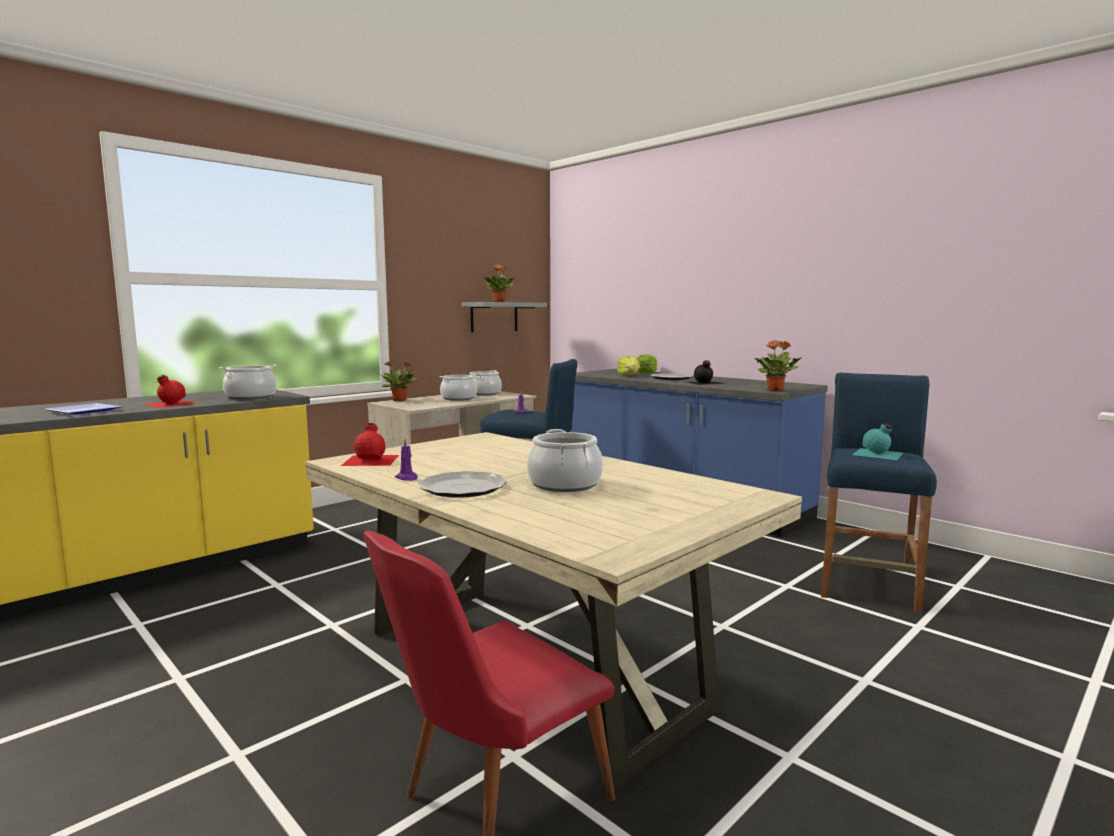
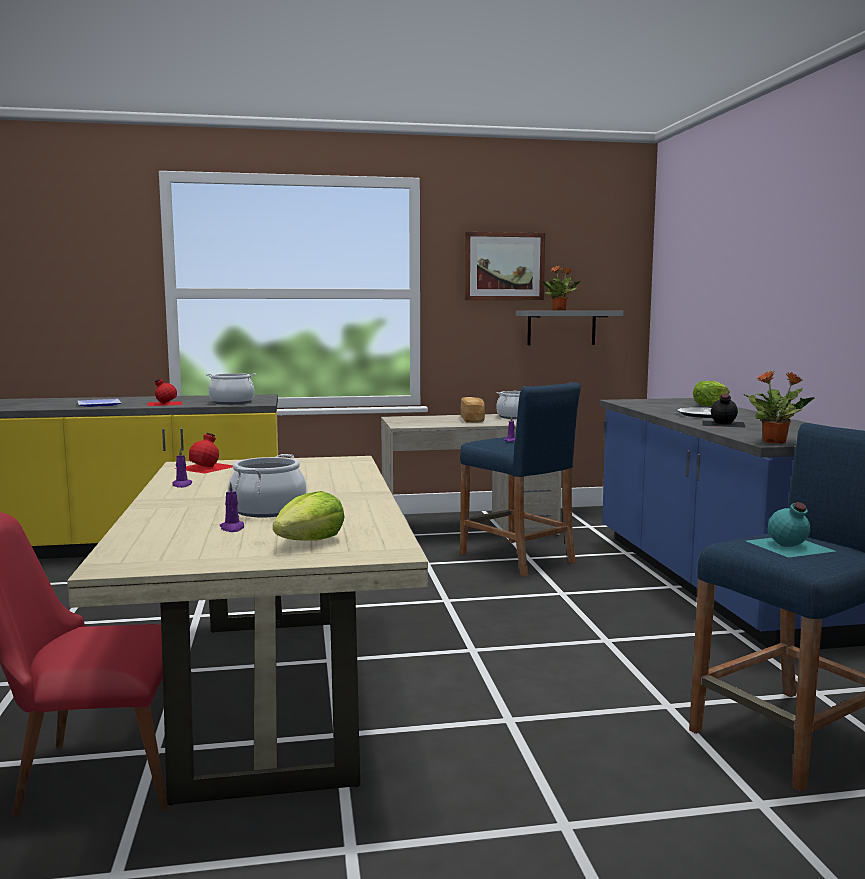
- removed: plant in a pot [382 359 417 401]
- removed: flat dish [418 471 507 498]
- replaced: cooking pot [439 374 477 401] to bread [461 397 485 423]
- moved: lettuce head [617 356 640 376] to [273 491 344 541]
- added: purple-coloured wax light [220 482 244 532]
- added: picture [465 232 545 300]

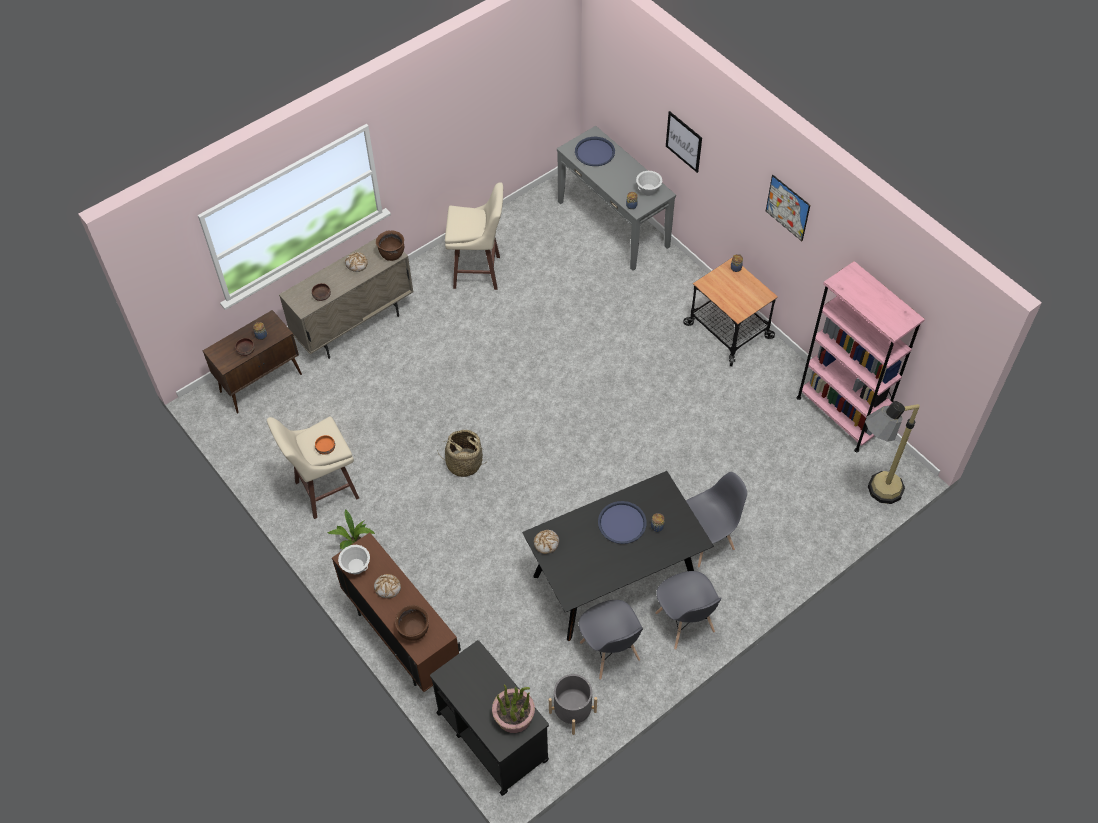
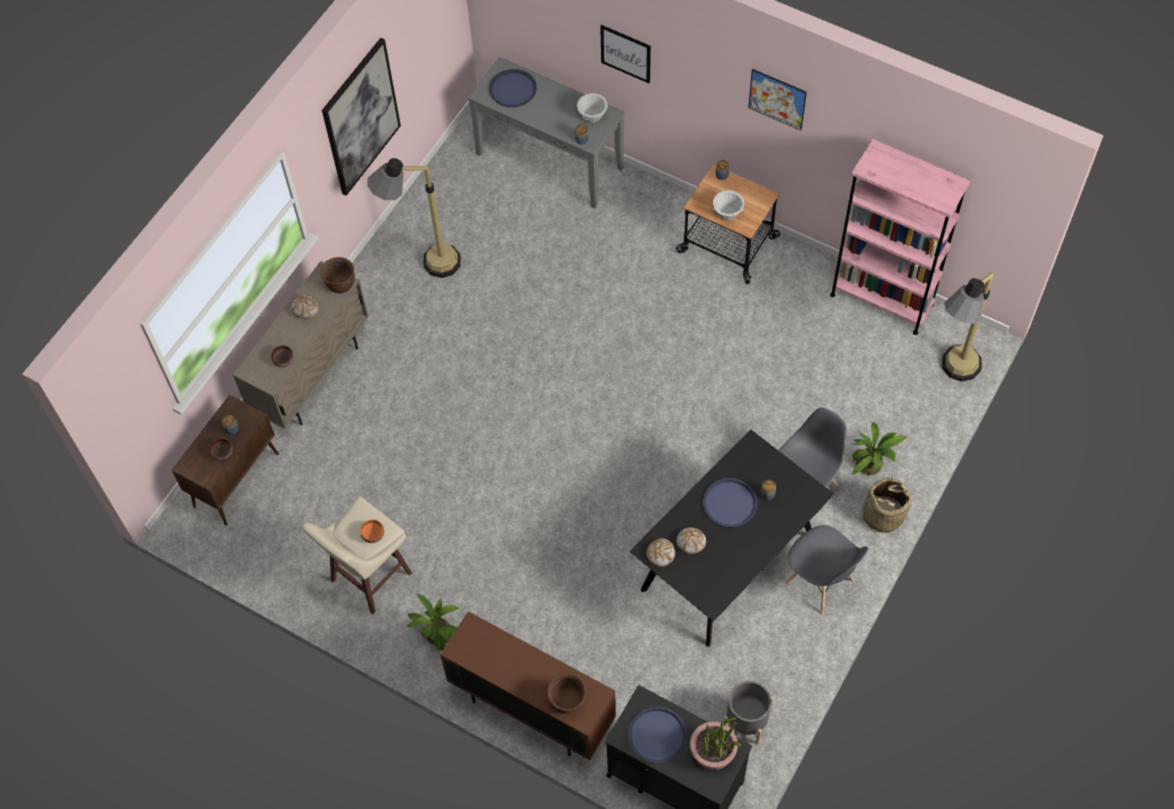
- moved: white serving bowl [338 545 370 574] to [713 190 744 220]
- moved: bread [374 574 401 598] to [676 527 706 554]
- moved: basket [437 430 485 477] to [854 478 912 533]
- replaced: beige-coloured stool [445 182 503 290] to standard lamp [367 158 461 278]
- removed: greyish chair [579 600 643 680]
- added: picture [322 38 401 196]
- added: blue serving tray [628 706 687 763]
- added: plant in a pot [851 422 908 475]

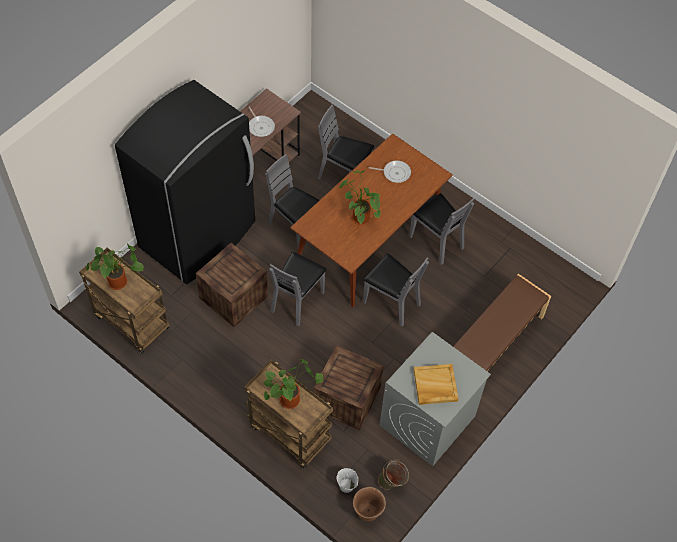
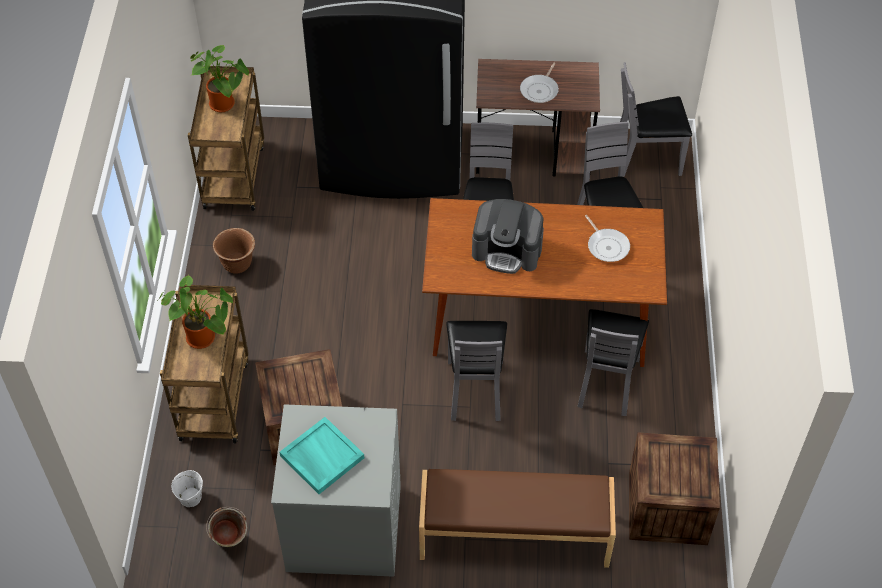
- moved: packing crate [196 243 268 327] to [629 433 720 545]
- moved: greyish chair [269 252 327 327] to [620 62 692 177]
- replaced: plant in a pot [339 170 381 225] to coffee machine [472 199 544 274]
- moved: brown-coloured planter [353 487 386 521] to [213 228 255 274]
- recoloured: beige-coloured serving tray [413 364 459 405] to turquoise-coloured serving tray [280 417 364 494]

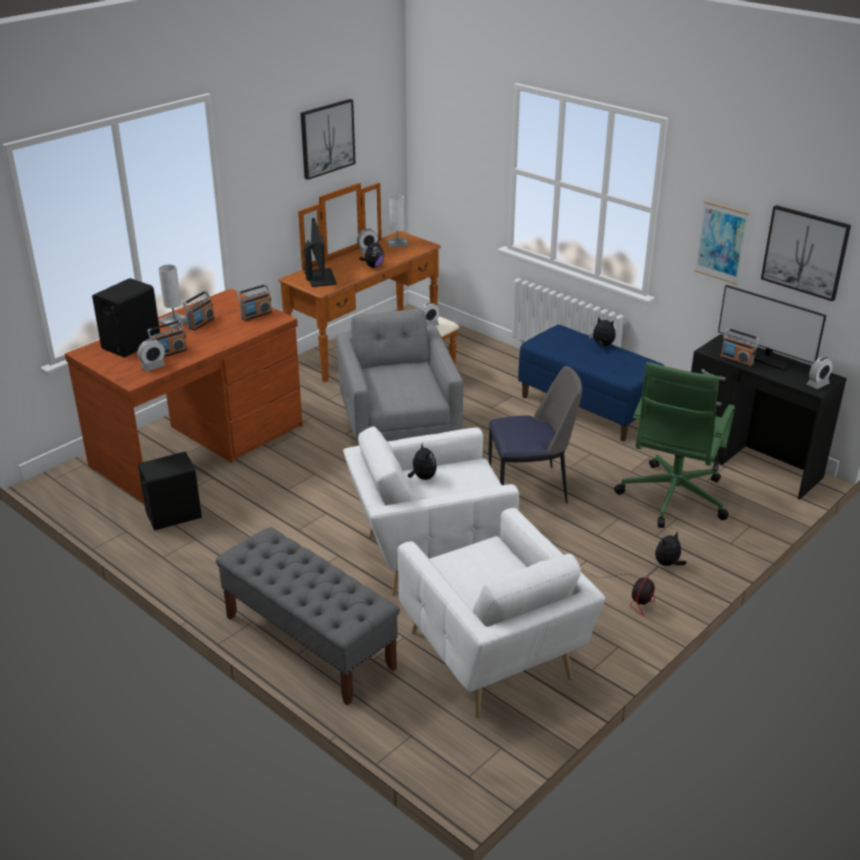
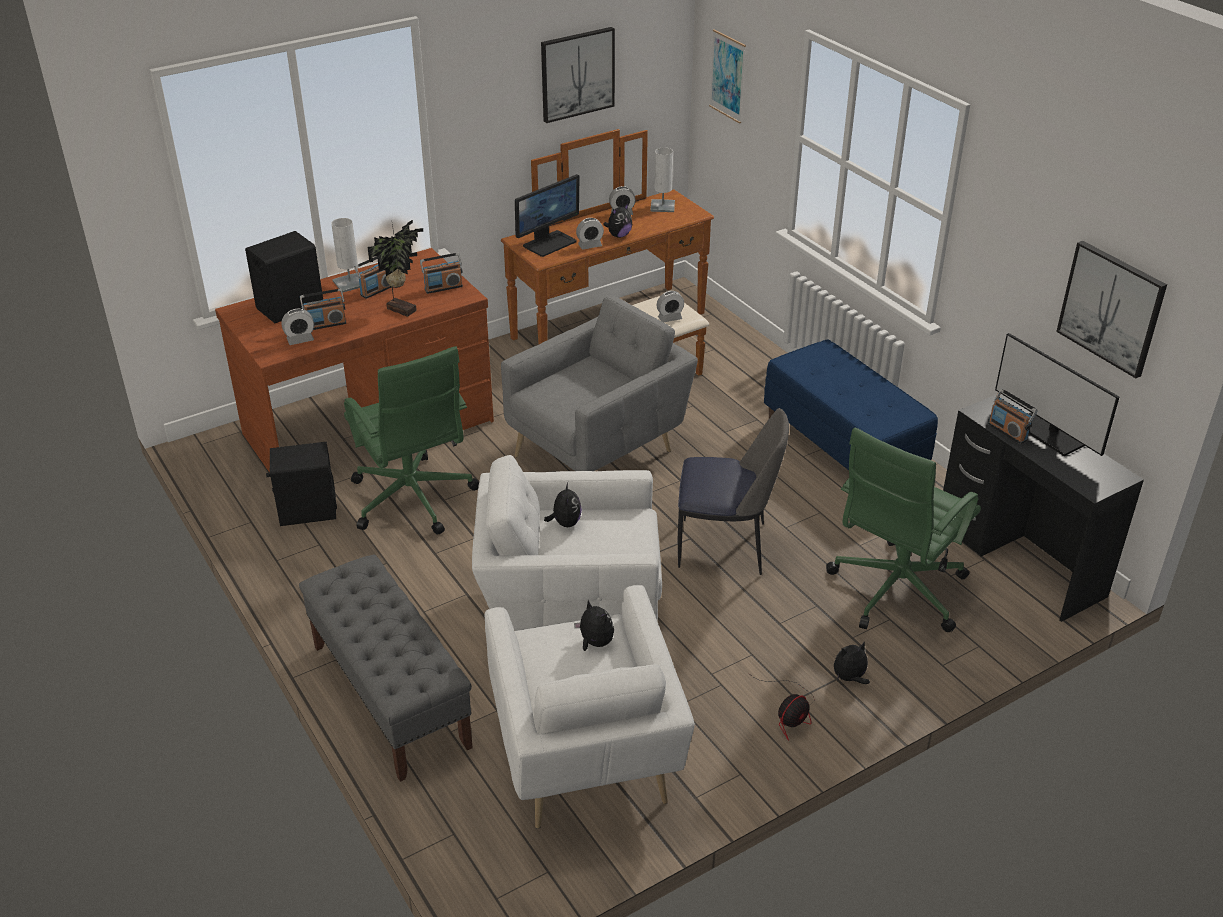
- turned: computer display [304 218 337 287] = [515 174 580 257] 45 degrees clockwise
- turned: greyish lounge chair [336 309 463 444] = [501 297 698 471] 45 degrees clockwise
- moved: plush toy [589 317 616 347] to [574 600 614 651]
- moved: picture [694 201 749 285] to [709 29 746 124]
- moved: bedside clock [806 357 833 389] to [576 218 604 249]
- added: green desk chair [344 346 479 535]
- added: plant in a pot [368 218 423 317]

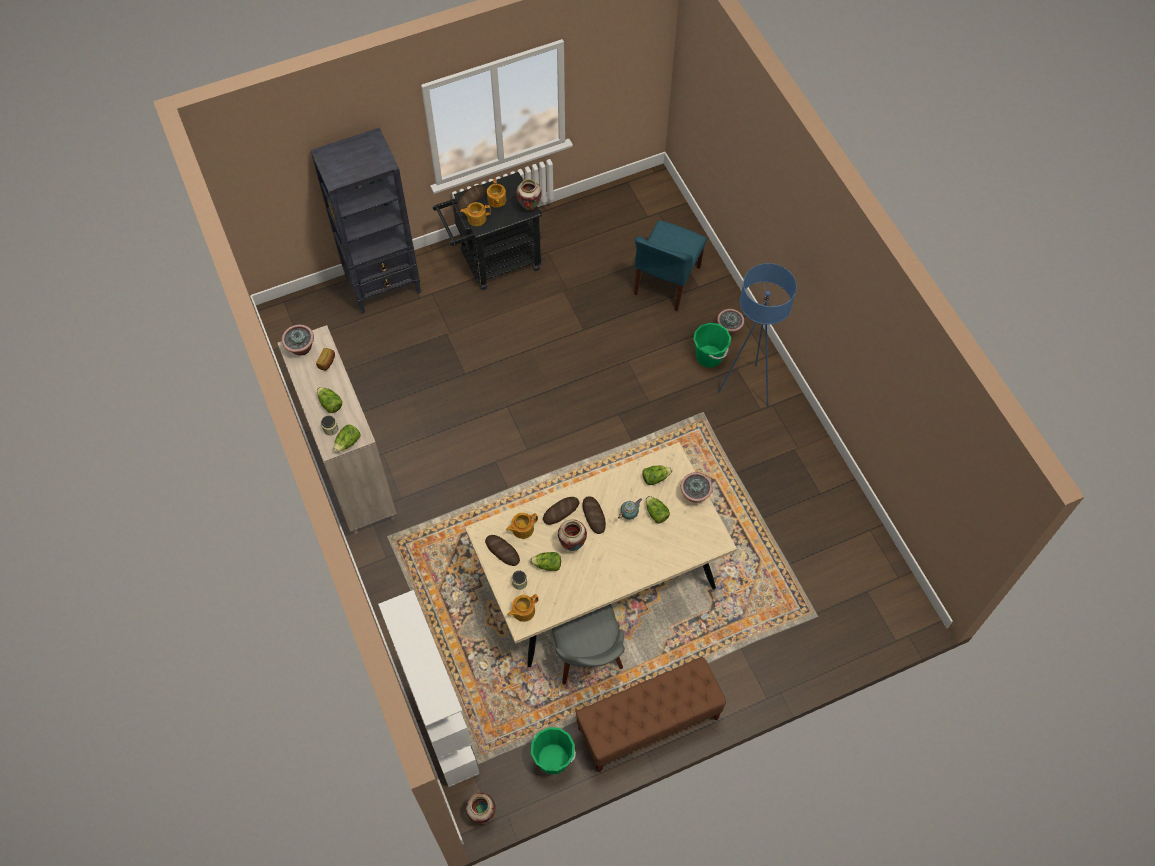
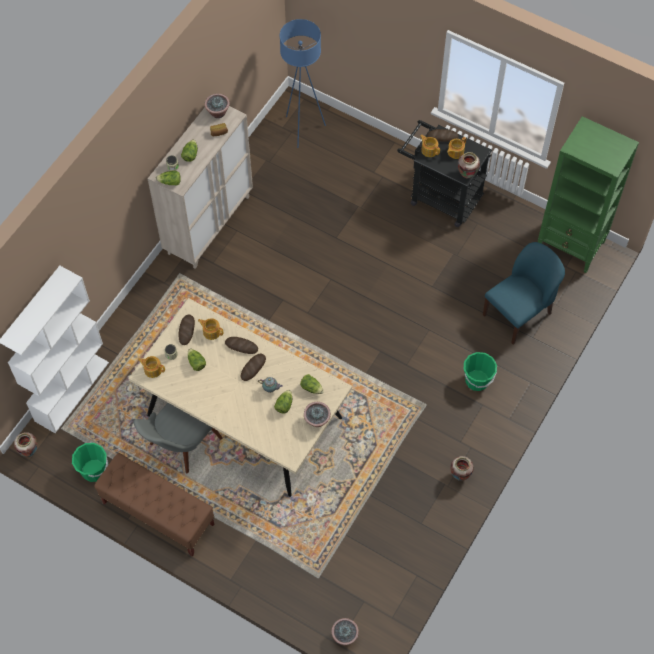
- removed: black-coloured shelving unit [310 127 421 314]
- moved: decorative vase [558 519 587 551] to [450 456 474 481]
- turned: blue chair [634 220 707 311] = [483 242 565 345] 150 degrees clockwise
- moved: plant in a pot [717 309 744 335] to [331 618 359 645]
- moved: blue standard lamp [718 263 797 406] to [280 19 326 148]
- added: green shelving unit [538 116 639 273]

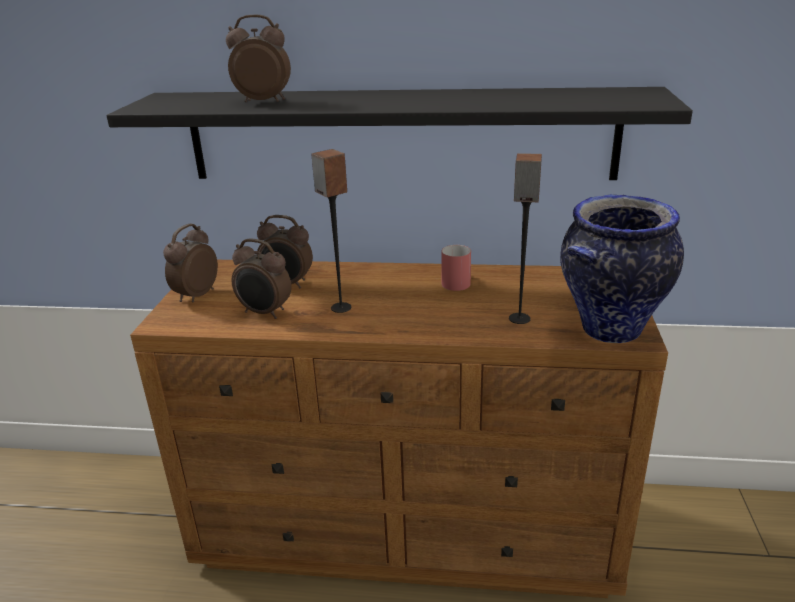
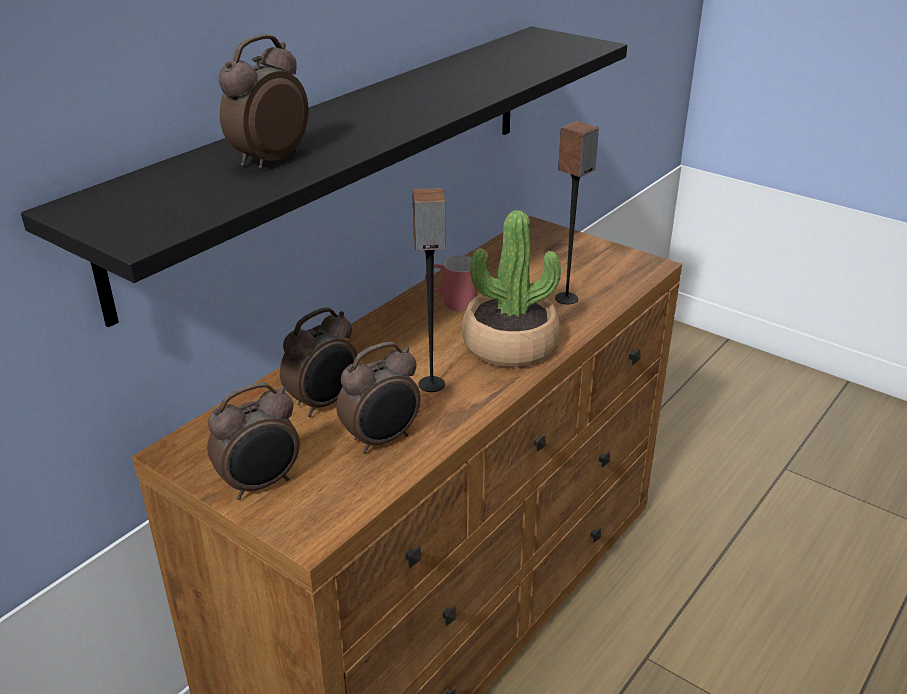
- turned: bedside clock [163 224 218 302] = [207 382 300 500] 90 degrees counterclockwise
- removed: decorative vase [560 195 684 343]
- added: plant in a pot [462 210 561 367]

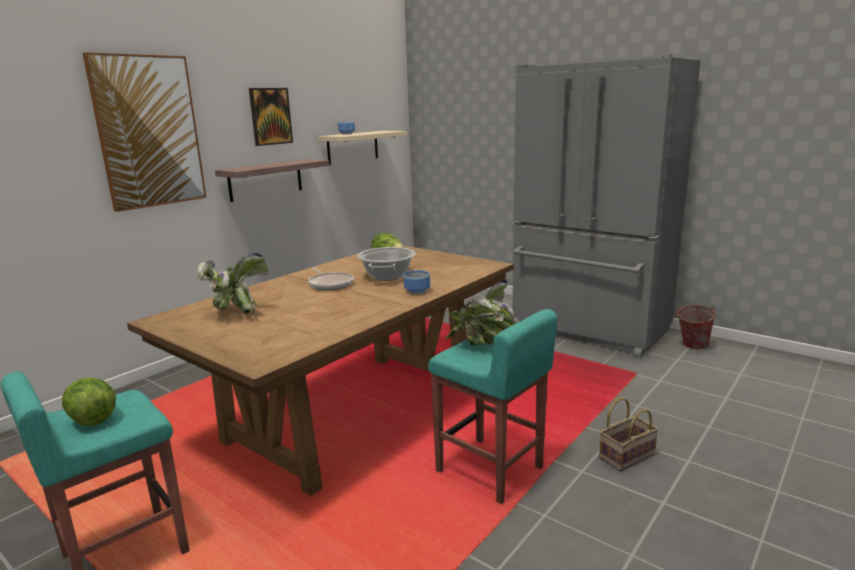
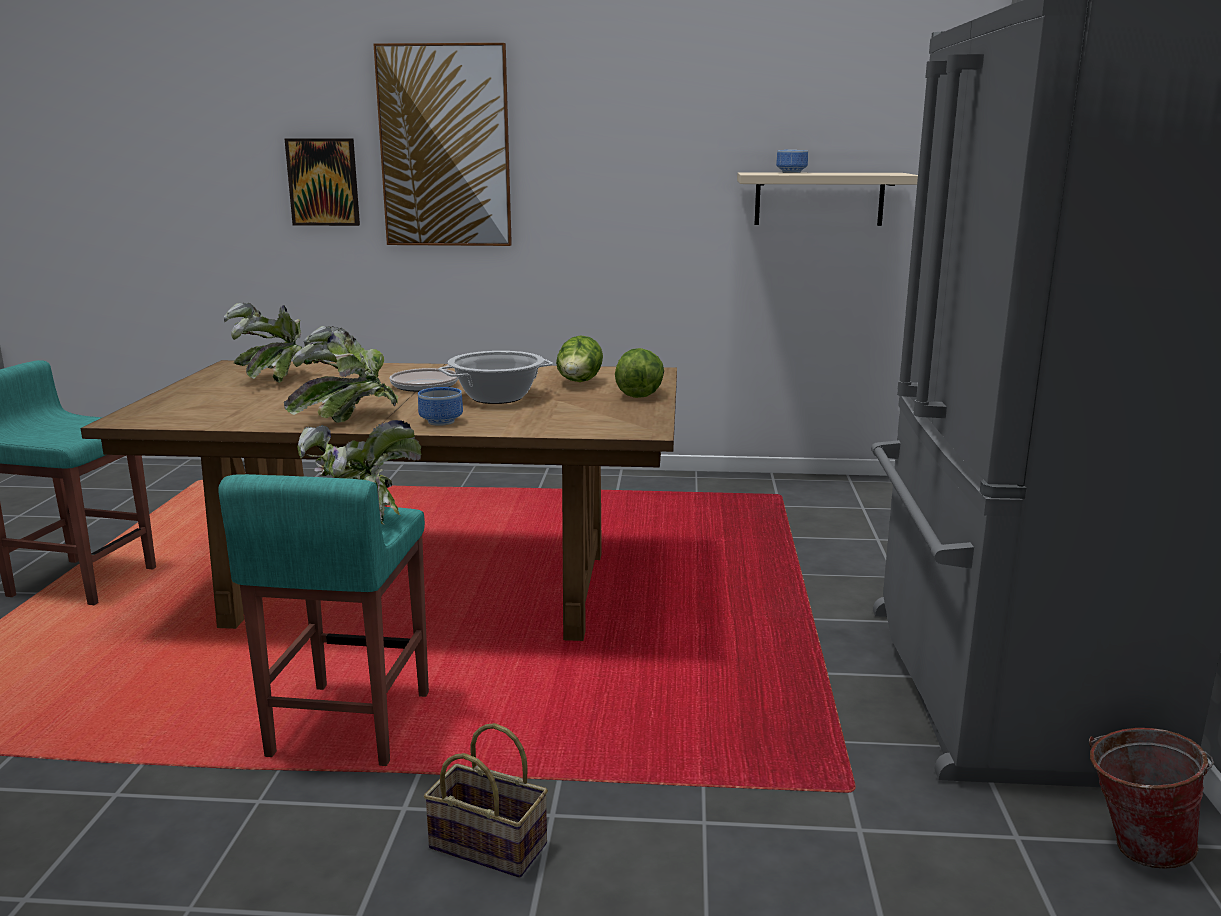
- moved: lettuce head [62 377 116 426] to [615 348 664 398]
- removed: shelf [215 159 329 202]
- moved: picture [249 88 293 146] to [285 139 360 226]
- added: plant in a pot [284 326 399 423]

